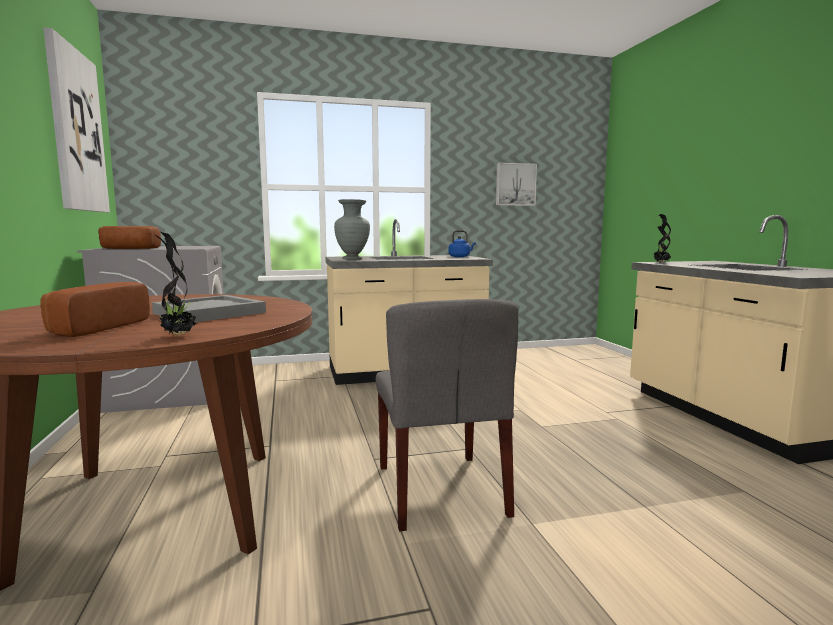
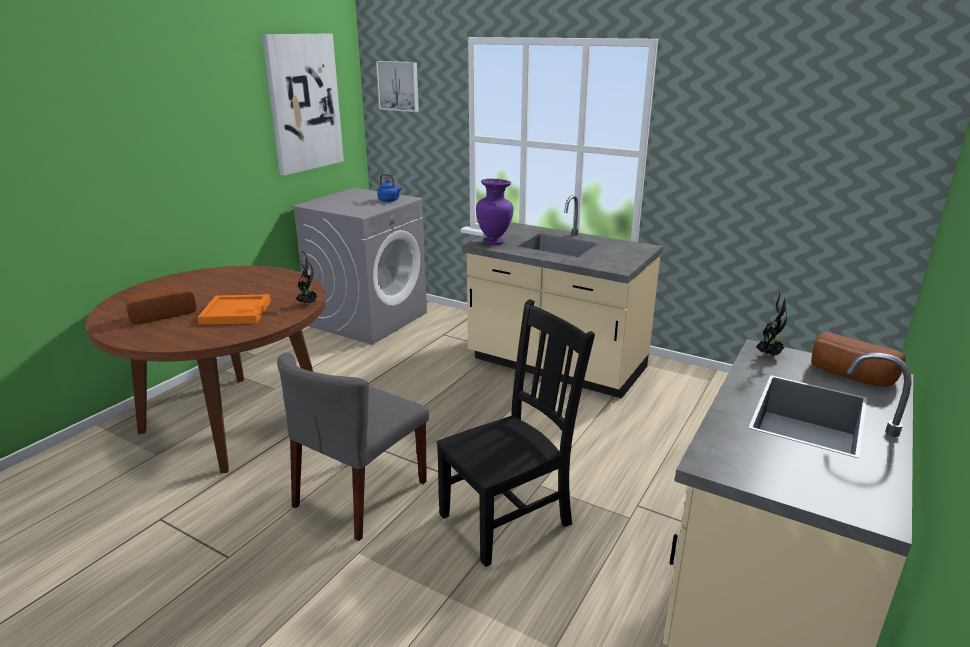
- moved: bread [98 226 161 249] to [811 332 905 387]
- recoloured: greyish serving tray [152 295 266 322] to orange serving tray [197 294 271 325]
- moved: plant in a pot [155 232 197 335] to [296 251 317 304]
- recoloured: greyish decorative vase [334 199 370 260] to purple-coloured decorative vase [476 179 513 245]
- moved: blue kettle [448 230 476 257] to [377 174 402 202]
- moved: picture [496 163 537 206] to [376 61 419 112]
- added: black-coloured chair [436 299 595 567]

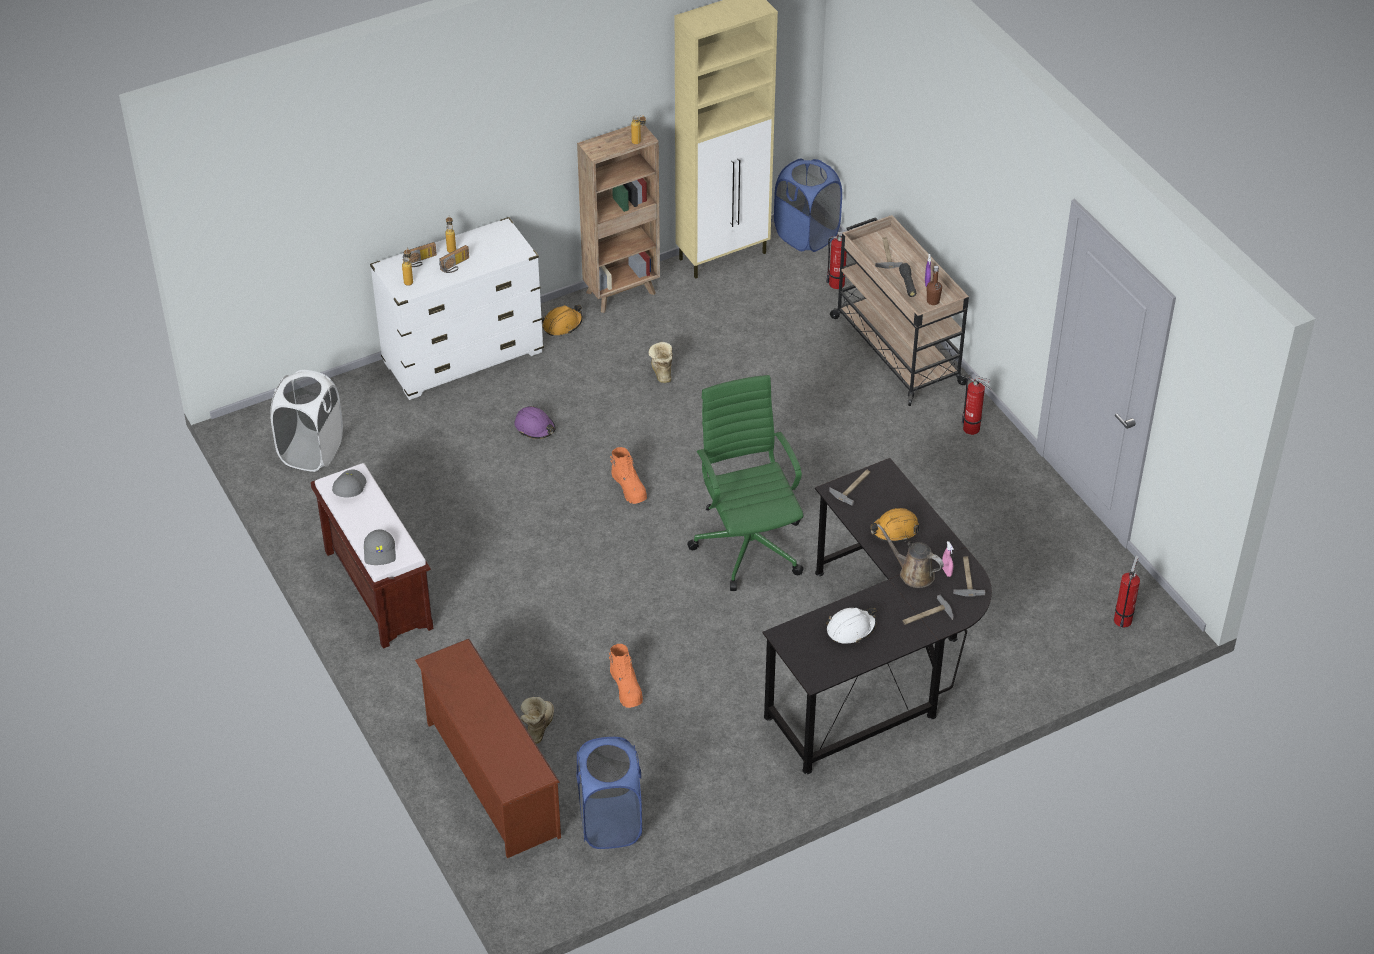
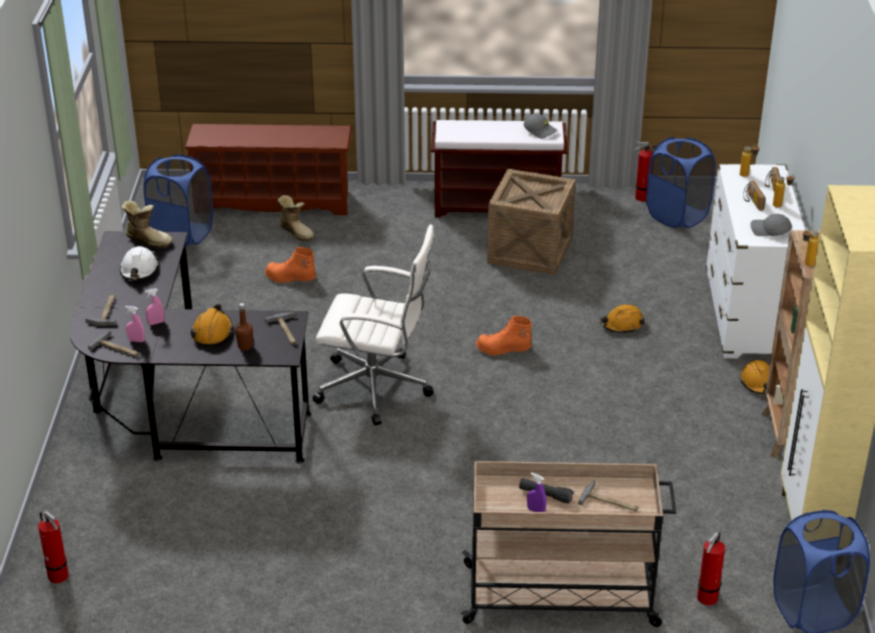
- recoloured: white laundry basket [270 370 343 472] to blue laundry basket [646 137 716 228]
- moved: greyish cap [364 529 396 565] to [750 214 792 236]
- recoloured: purple-coloured hard hat [514 406 556 439] to orange hard hat [601 304 644 333]
- moved: boot [649 342 673 383] to [121 201 172 248]
- recoloured: green desk chair [687 375 803 591] to white desk chair [313 224 434 425]
- replaced: brown-coloured watering can [877 524 944 588] to pinkish sprayer [145 288 164 325]
- moved: brown-coloured beverage bottle [927 266 942 305] to [235 303 253 350]
- moved: fire-fighting cylinder [962 376 991 435] to [633 141 656 201]
- added: packing crate [487 169 575 275]

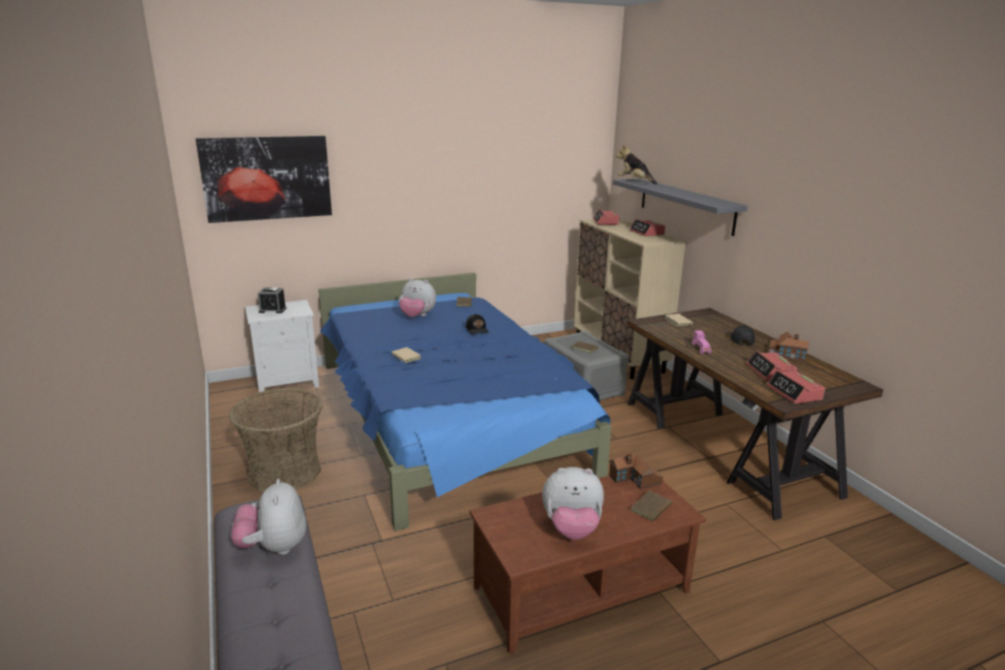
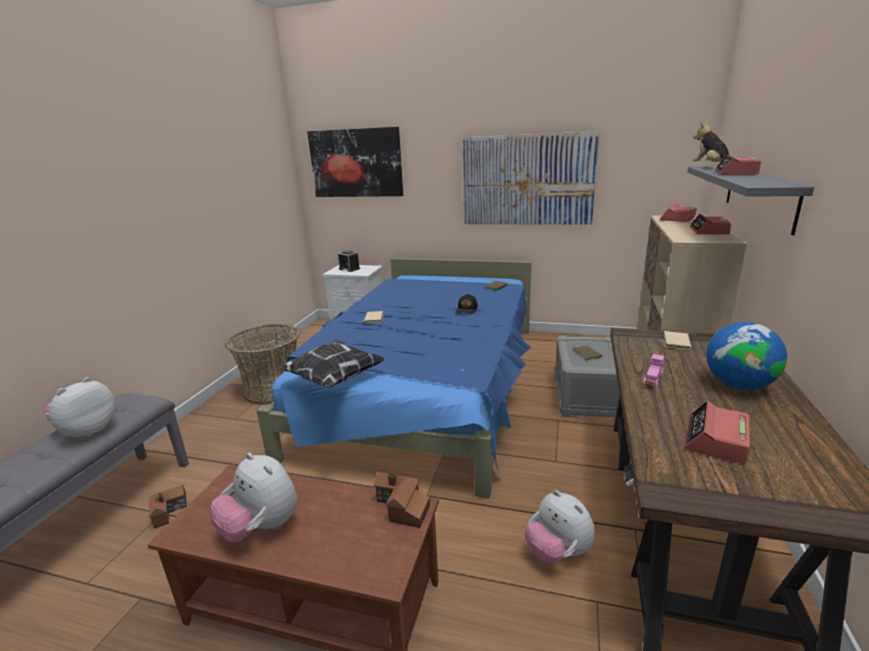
- moved: plush toy [399 278 436 317] to [525 490 595 564]
- removed: brown-coloured bound book [630 491 679 521]
- replaced: black-coloured cap [730 326 755 345] to world globe [706 322 787 390]
- moved: bedside clock [767 370 825 404] to [715 155 762 175]
- moved: miniature house [769 331 809 361] to [149 485 187 529]
- added: throw pillow [278 339 385 389]
- added: picture [462 131 599 225]

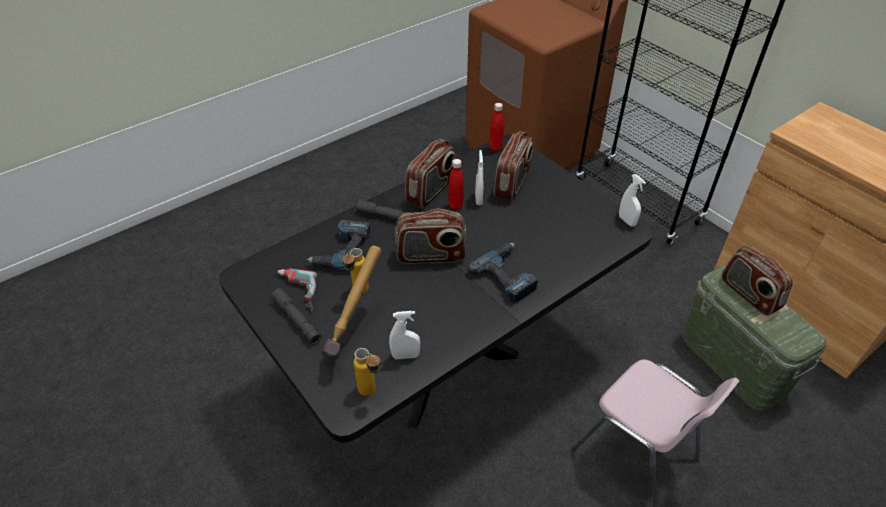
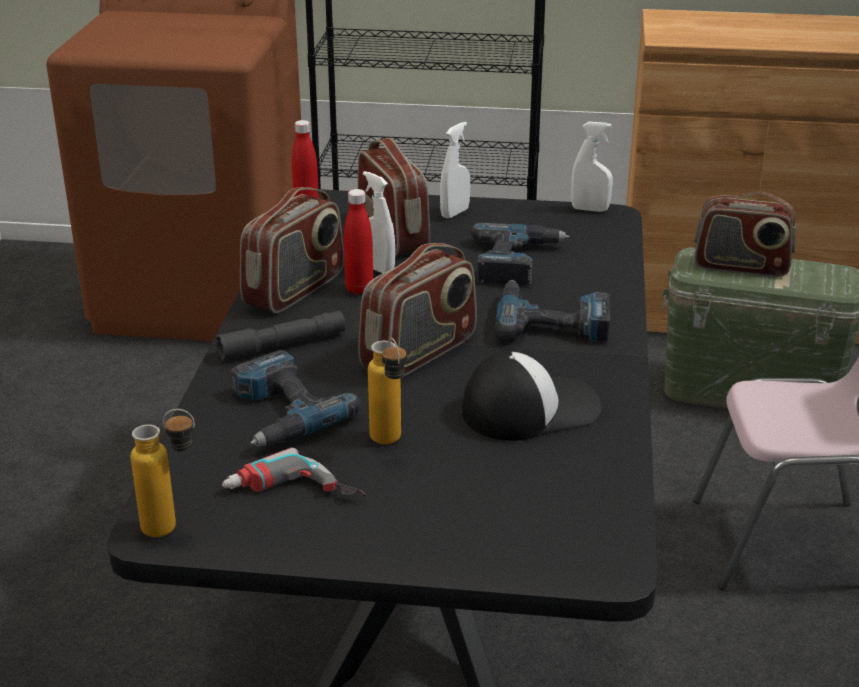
- removed: greyish hand torch [271 288 322 344]
- removed: tool hammer [322 245 381 357]
- moved: beverage bottle [354 348 380 396] to [131 409 195 537]
- moved: white sprayer [389 311 420 359] to [440 122 470 218]
- turned: radio [405 139 455 208] = [240 187 344 313] 45 degrees clockwise
- added: cap [462 351 602 441]
- added: drill [471 223 569 286]

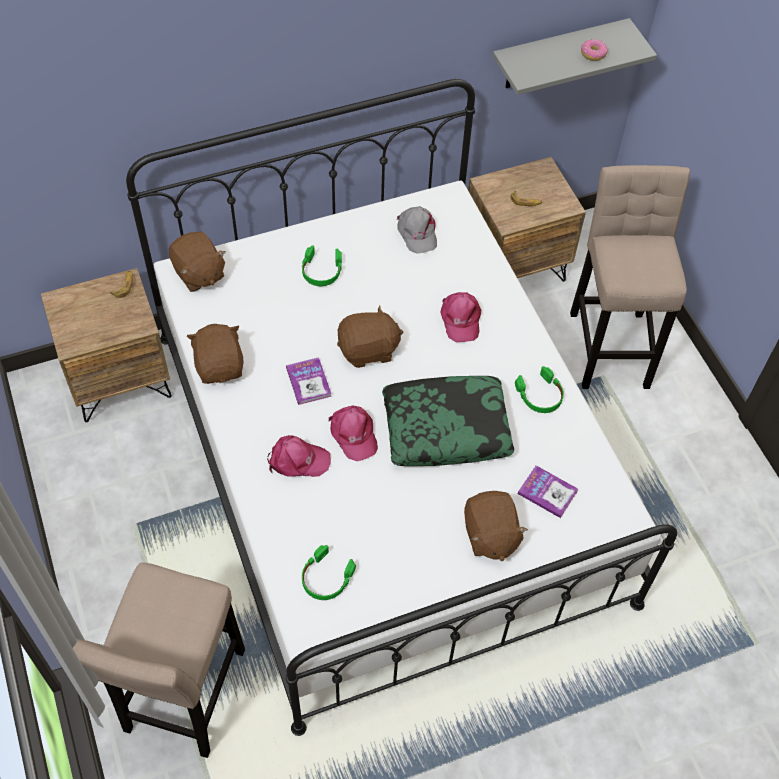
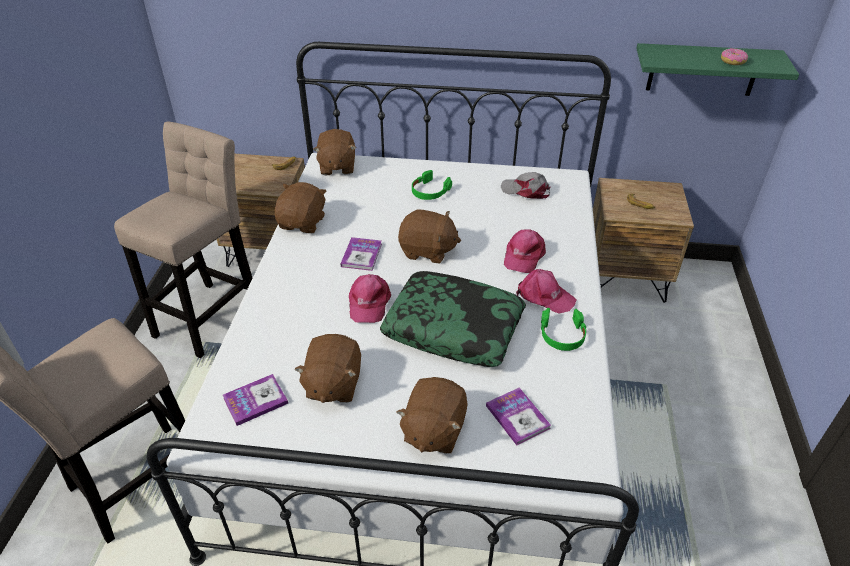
- moved: pinkish cap [267 435 331 477] to [516 269 577 314]
- replaced: green pair of headphones [302 545 356 600] to bound book [223 374 288 426]
- turned: greyish cap [397 206 437 254] = [500 172 550 199] 105 degrees clockwise
- recoloured: greyish shelf [493 18 657 95] to green shelf [636 43 799 96]
- moved: beige-coloured stool [570 165 690 389] to [114 122 252 358]
- added: brown-coloured plush toy [294 334 361 403]

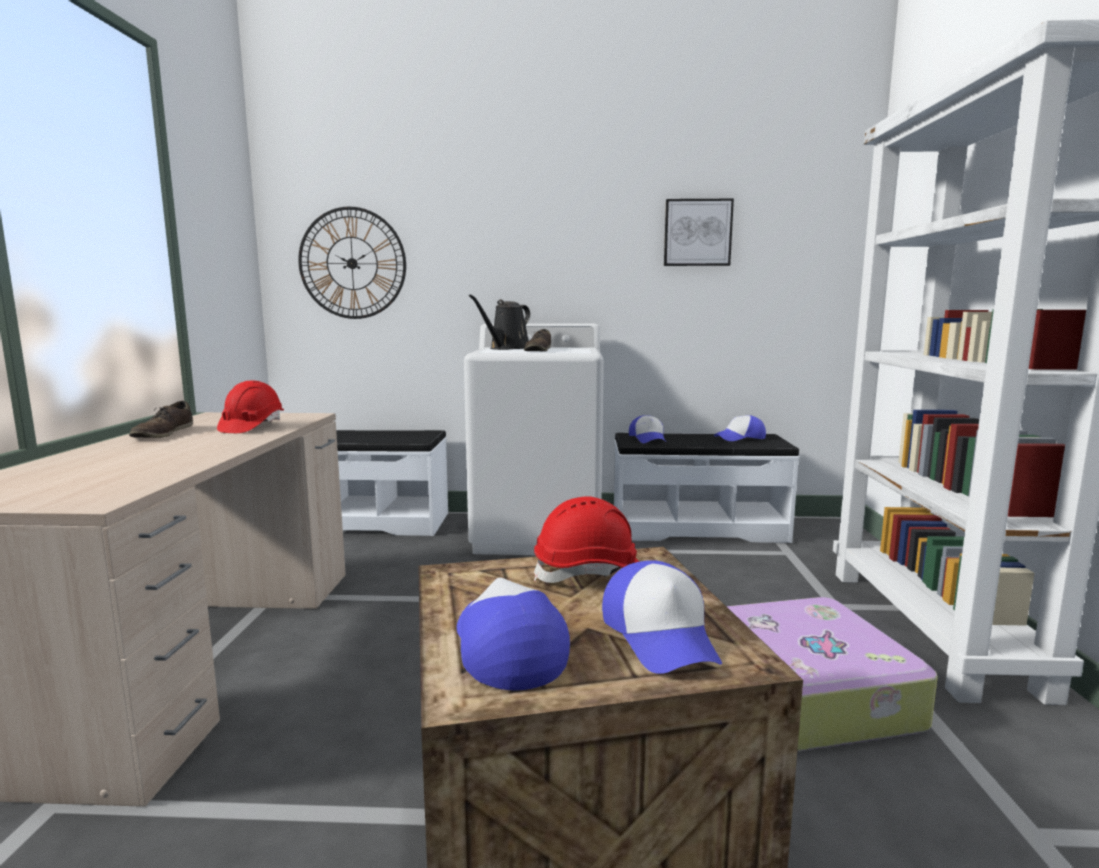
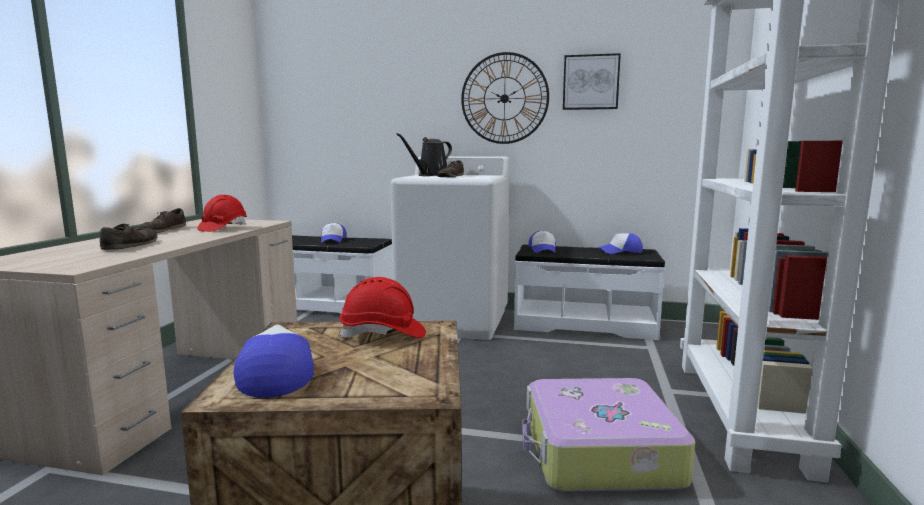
- moved: clock on the wall [298 207 406 319] to [461 52 549 144]
- moved: cap [602 560 722 674] to [321 223 347 242]
- added: brown-coloured low shoe [100 224 158 250]

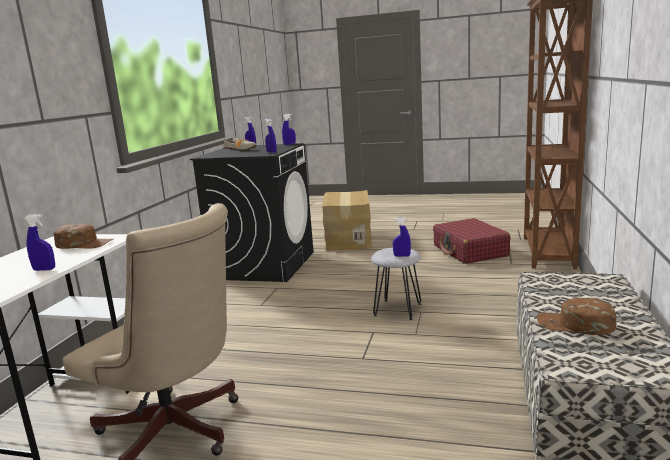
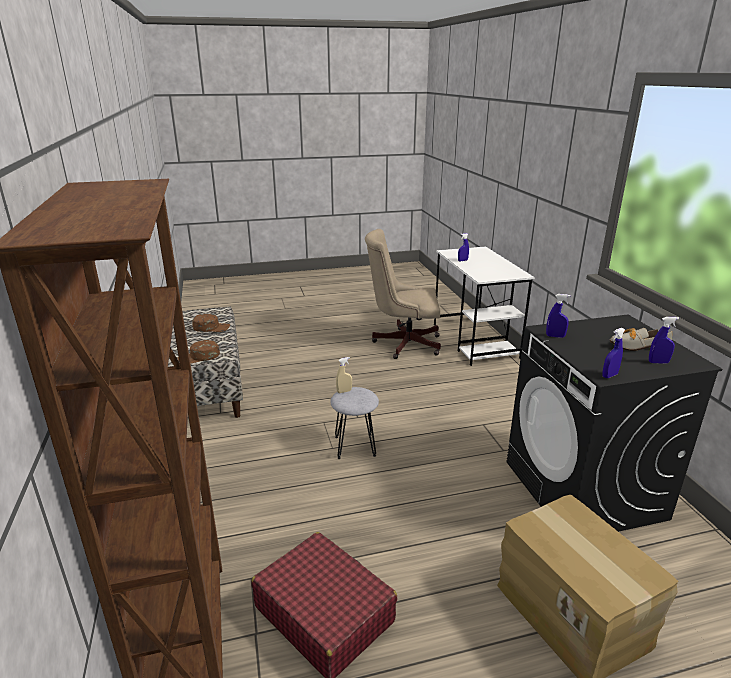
- moved: brown-coloured cap [53 224 113 249] to [178 340 220 364]
- recoloured: blue sprayer [393 217 411 257] to beige-coloured sprayer [336 357 352 393]

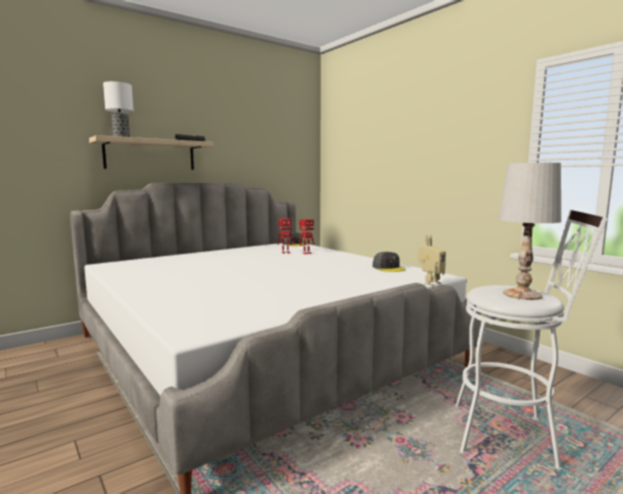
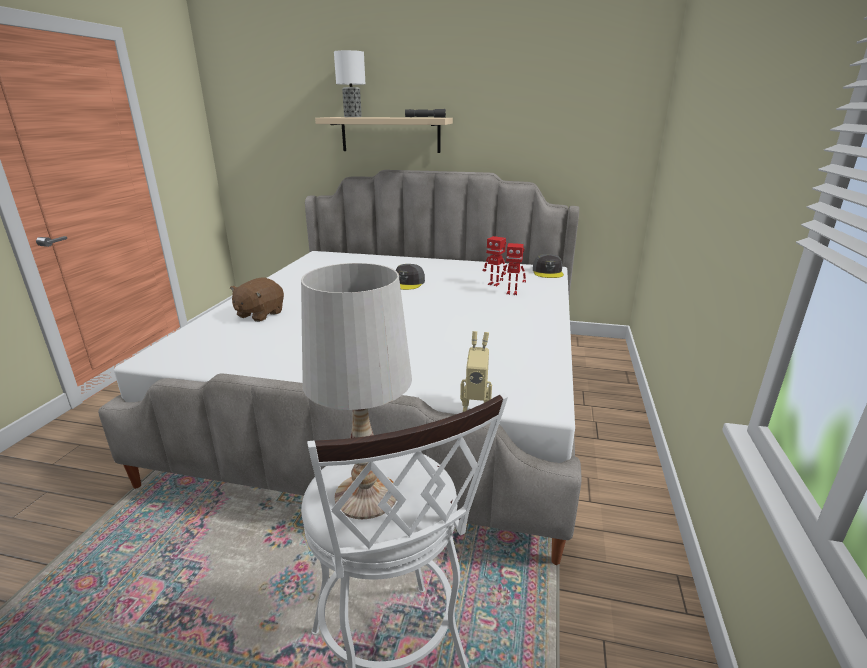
- moved: greyish cap [373 252 406 272] to [396 264 425 290]
- added: brown-coloured plush toy [230 277 284 322]

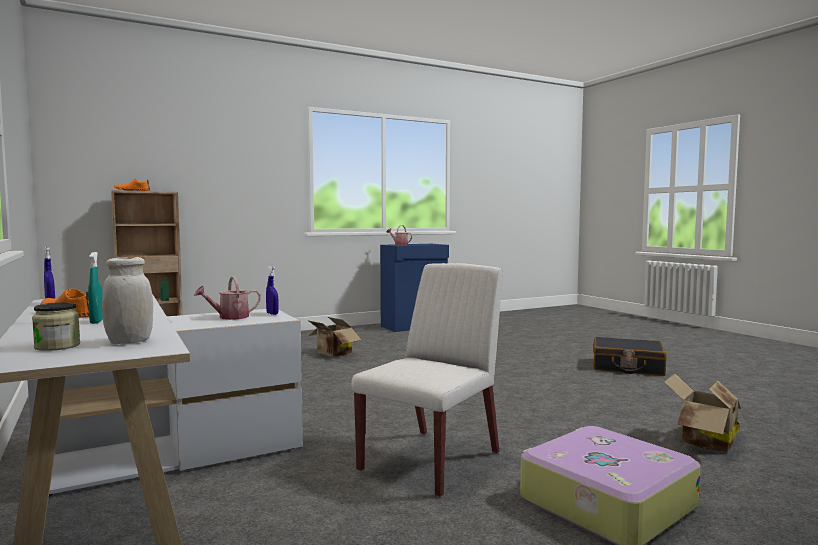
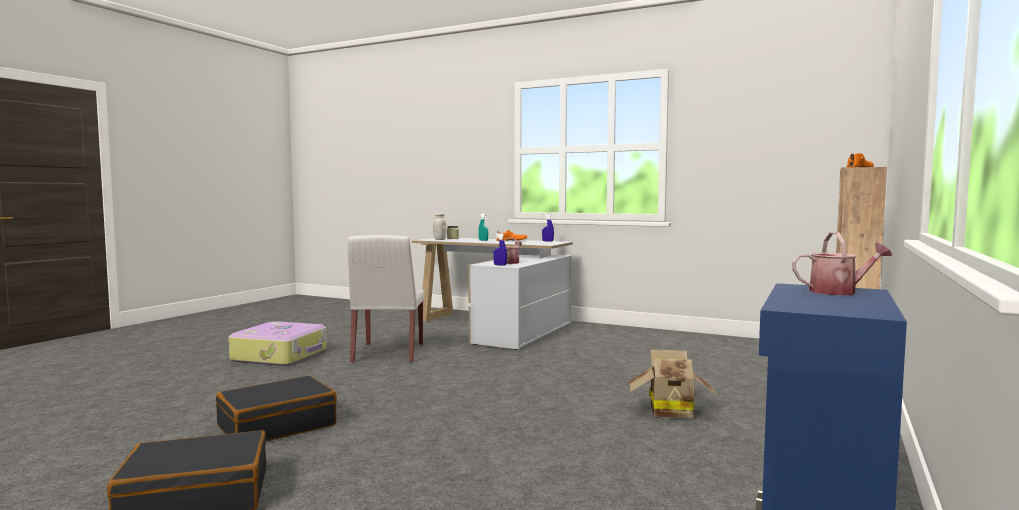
- removed: packing box [664 374 741 452]
- added: black-coloured suitcase [216 375 337 441]

